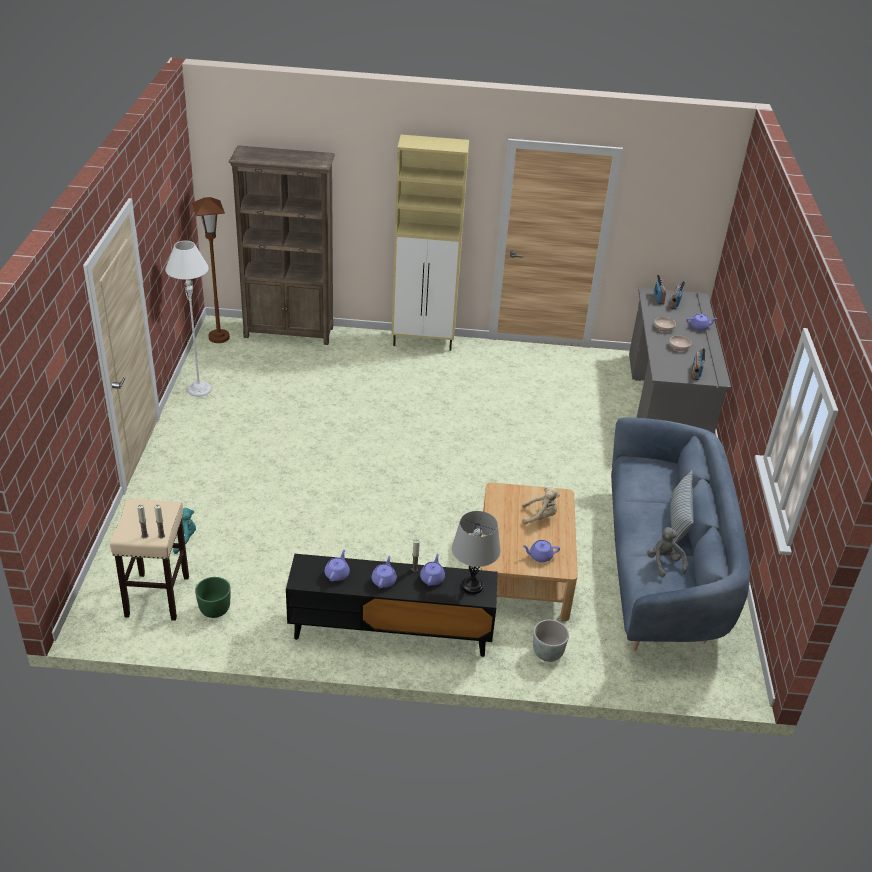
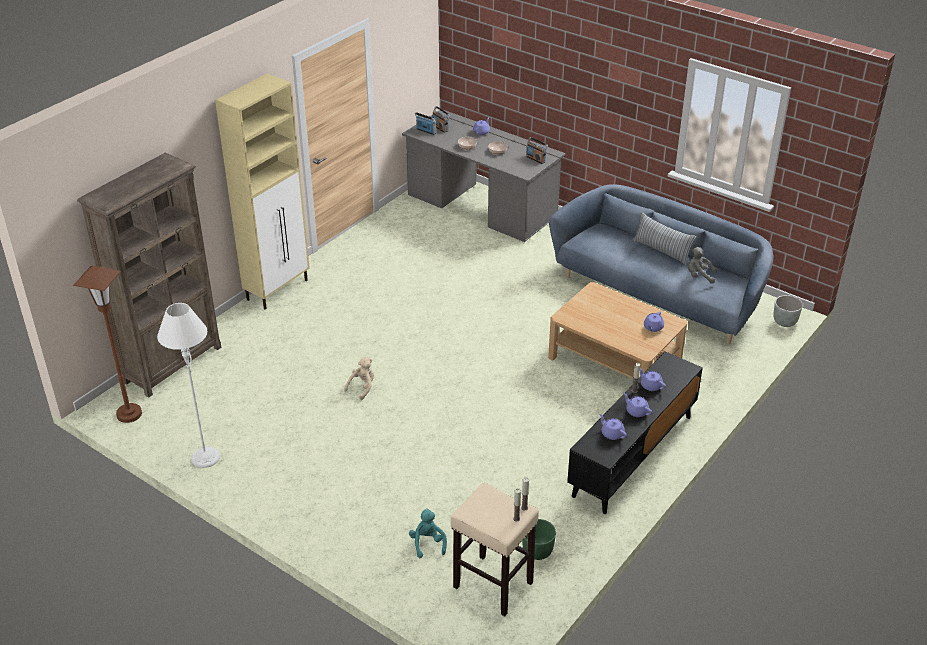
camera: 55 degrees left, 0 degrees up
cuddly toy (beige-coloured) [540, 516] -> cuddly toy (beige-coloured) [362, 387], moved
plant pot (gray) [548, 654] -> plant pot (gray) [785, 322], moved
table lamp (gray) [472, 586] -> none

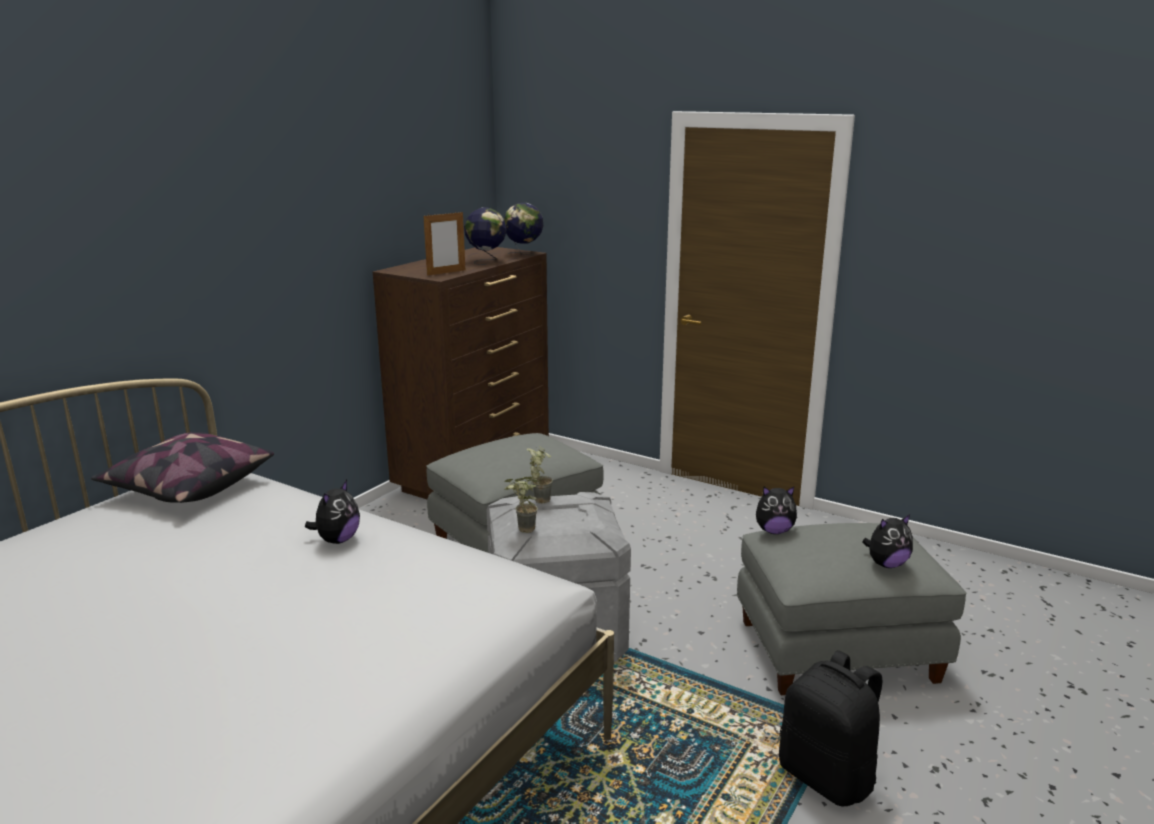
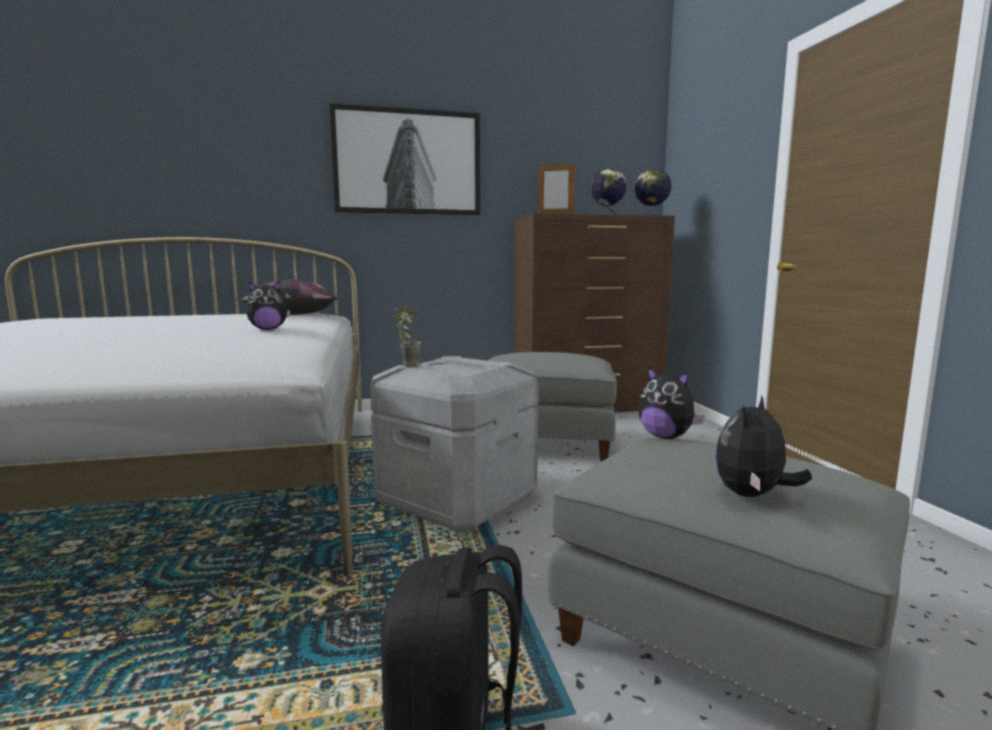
camera: 45 degrees right, 10 degrees down
none -> wall art [408, 162]
cuddly toy [886, 564] -> cuddly toy [752, 495], 105 degrees clockwise
plant in a pot [539, 498] -> none

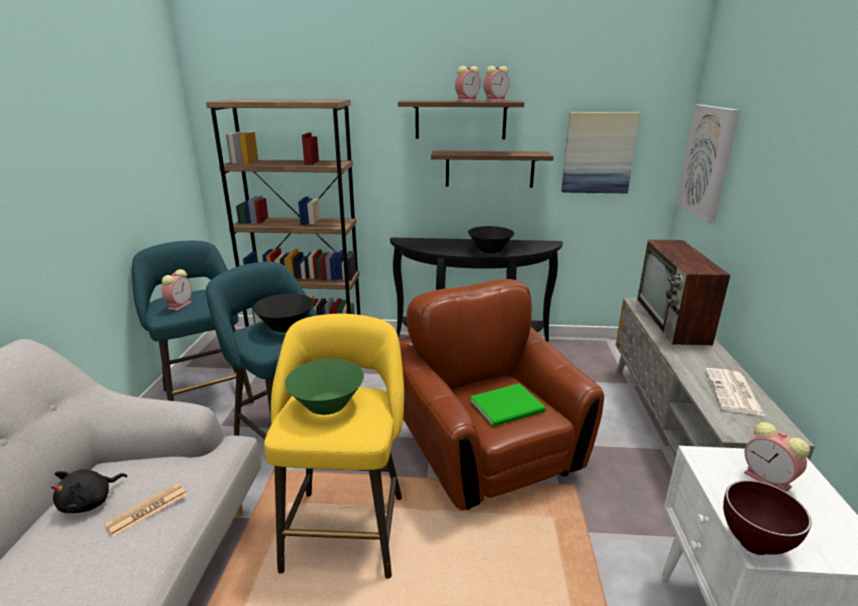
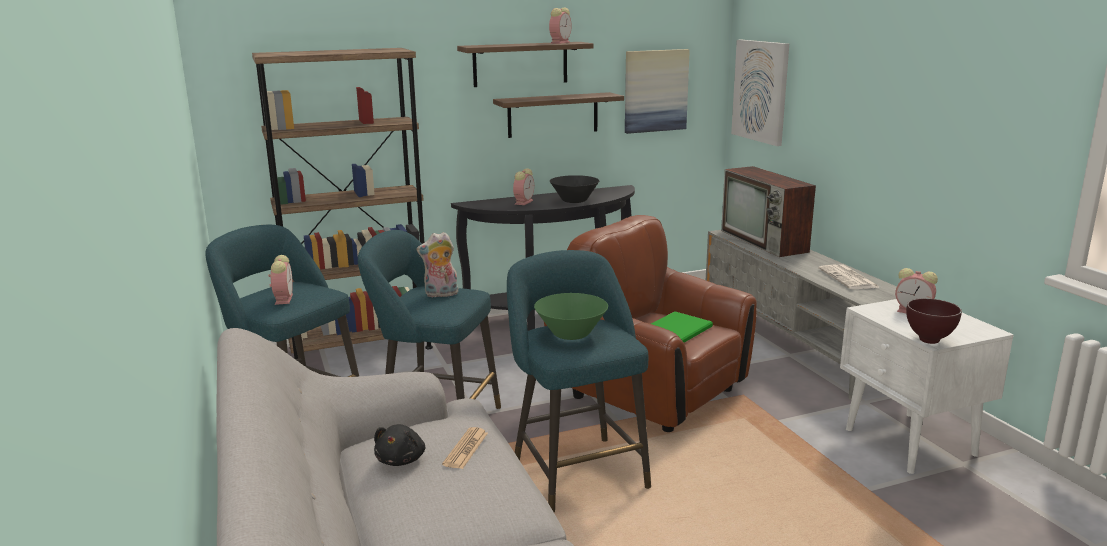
camera: 25 degrees left, 5 degrees down
deep dish (blackish) [286, 327] -> cuddly toy [440, 294]
stool seat (yellow) [346, 526] -> stool seat (turquoise) [576, 470]
alarm clock [467, 100] -> alarm clock [524, 202], moved

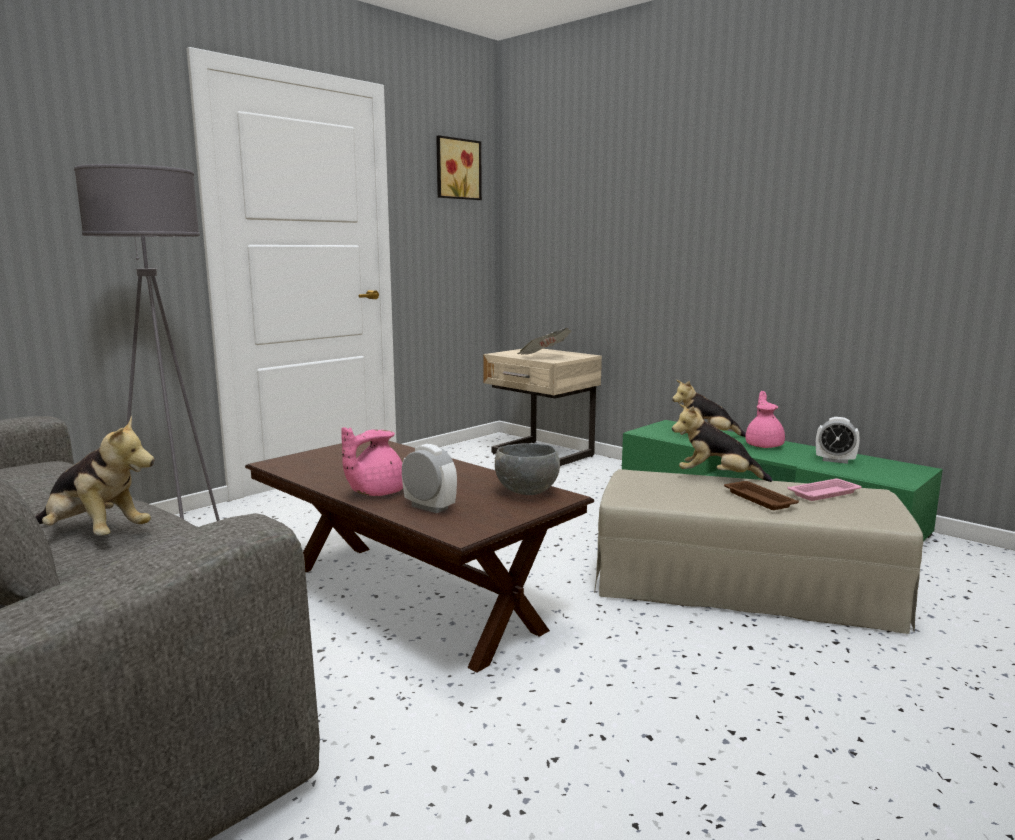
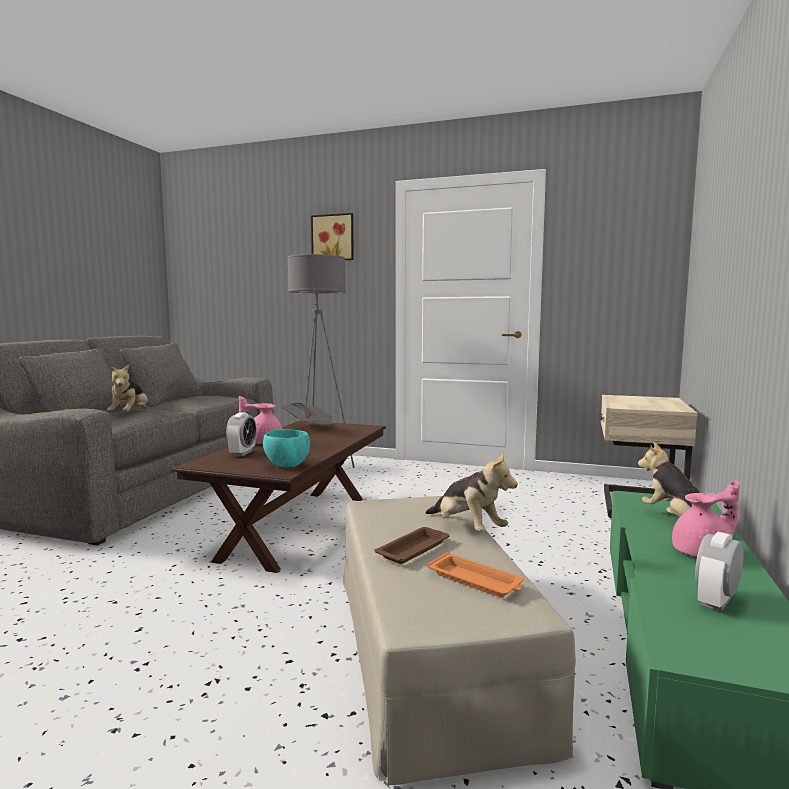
camera: 65 degrees right, 5 degrees down
deep dish (gray) [527, 492] -> deep dish (turquoise) [287, 465]
newspaper [543, 357] -> newspaper [310, 428], moved
wall art [456, 169] -> wall art [333, 238], moved
cuddly toy [716, 478] -> cuddly toy [467, 528], 150 degrees clockwise
carrying tray (pink-coloured) [825, 493] -> carrying tray (orangey) [475, 581]
alarm clock [835, 460] -> alarm clock [716, 601], 45 degrees clockwise

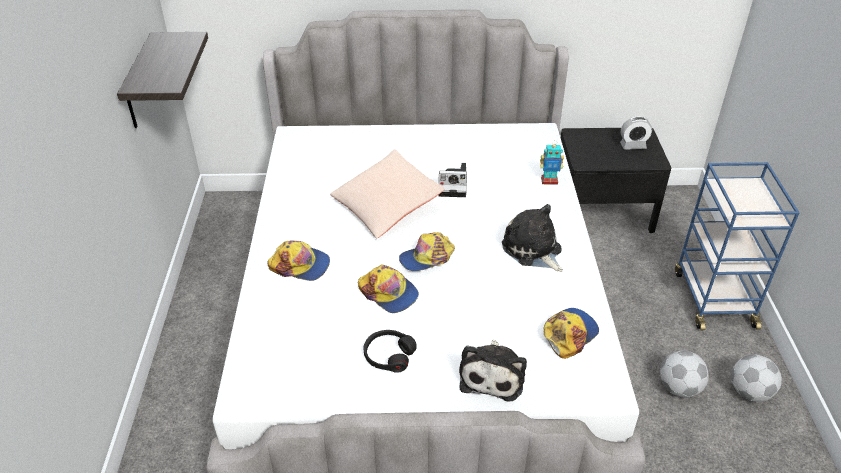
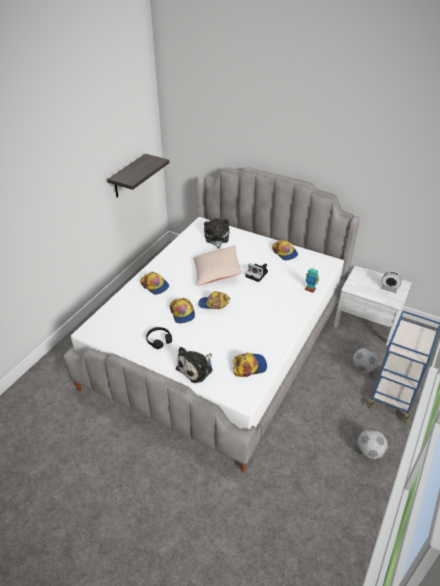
camera: 30 degrees right, 0 degrees up
cuddly toy [533, 250] -> cuddly toy [216, 238], moved
none -> peaked cap [285, 252]
night table (blackish) [602, 210] -> night table (white-coloured) [367, 322]
ball for football [679, 388] -> ball for football [363, 368], moved

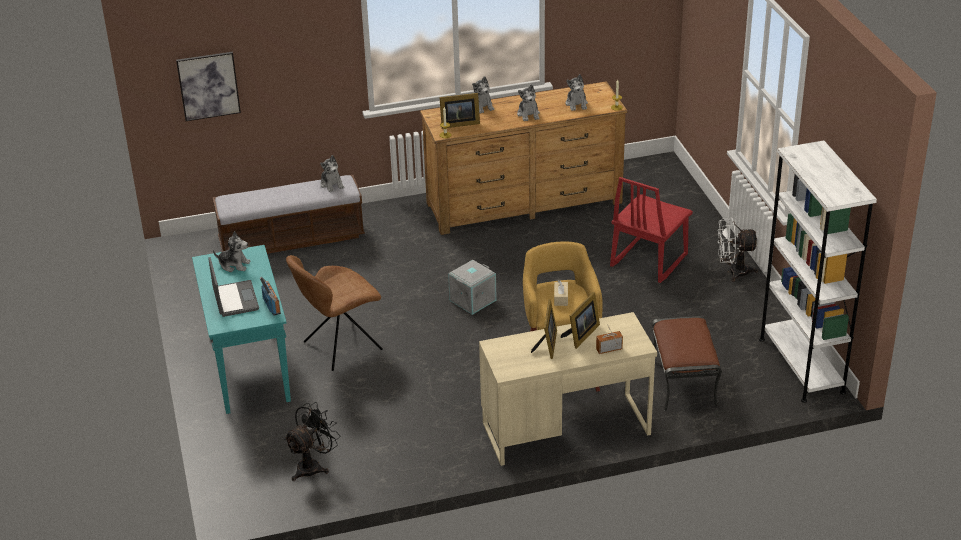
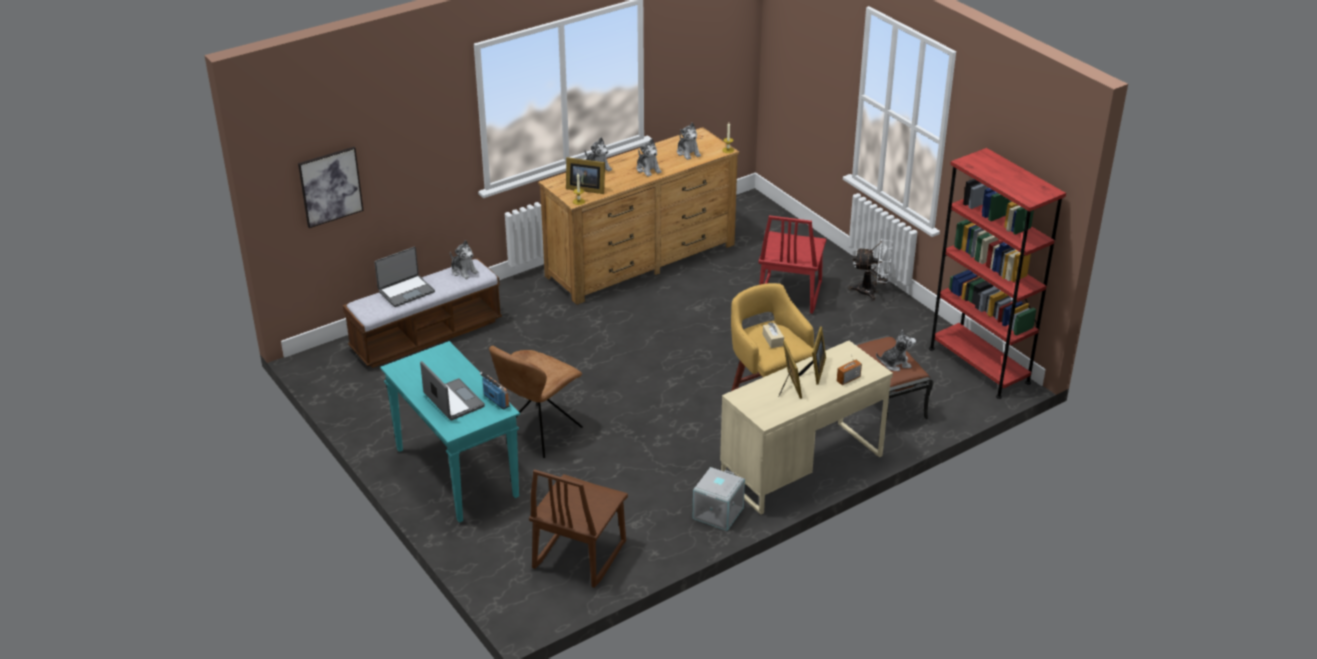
camera: 20 degrees left, 0 degrees up
none -> laptop [406, 291]
fan (blackish) [313, 466] -> plain chair (brown) [578, 555]
picture frame [458, 123] -> picture frame [585, 188], 45 degrees clockwise
storage box (gray) [472, 300] -> storage box (gray) [717, 512], moved
fan (white-coloured) [733, 272] -> fan (white-coloured) [872, 291], 150 degrees counterclockwise
cuddly toy [234, 265] -> cuddly toy [895, 364], moved
bookshelf (white-coloured) [801, 365] -> bookshelf (red) [979, 365]

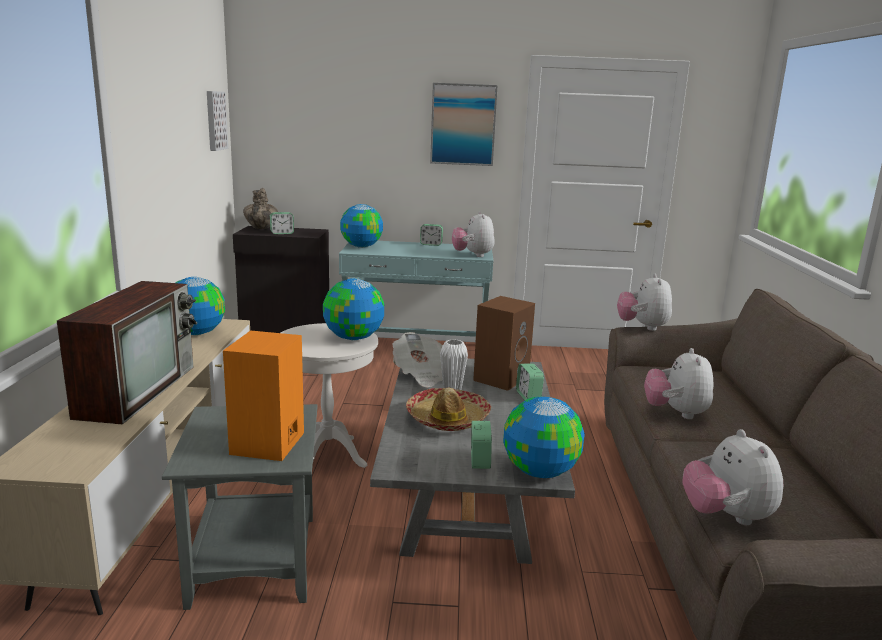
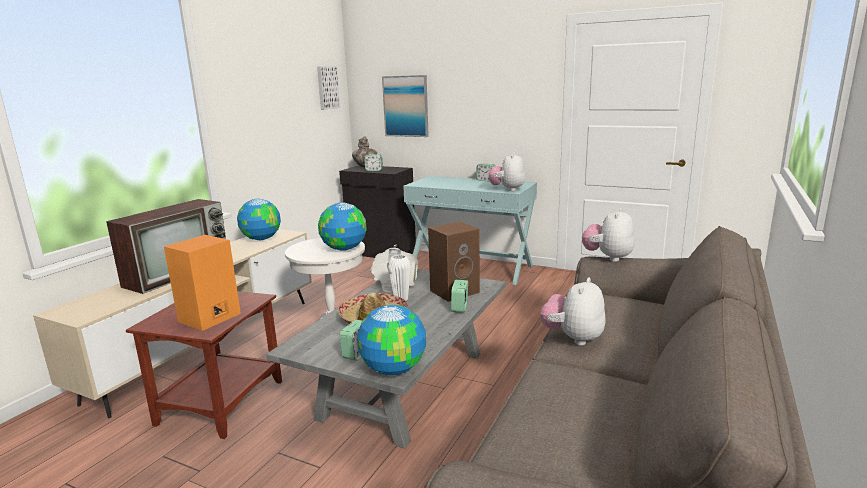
camera: 25 degrees right, 0 degrees up
end table (gray) [252, 560] -> end table (brown) [220, 402]
wall art [463, 124] -> wall art [406, 106], moved
globe [361, 246] -> none
cuddly toy [726, 517] -> none

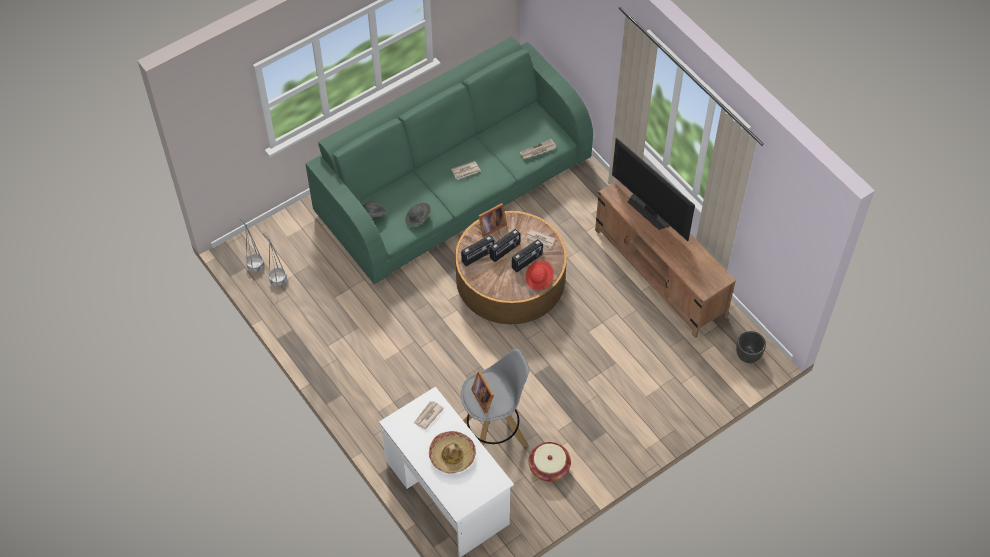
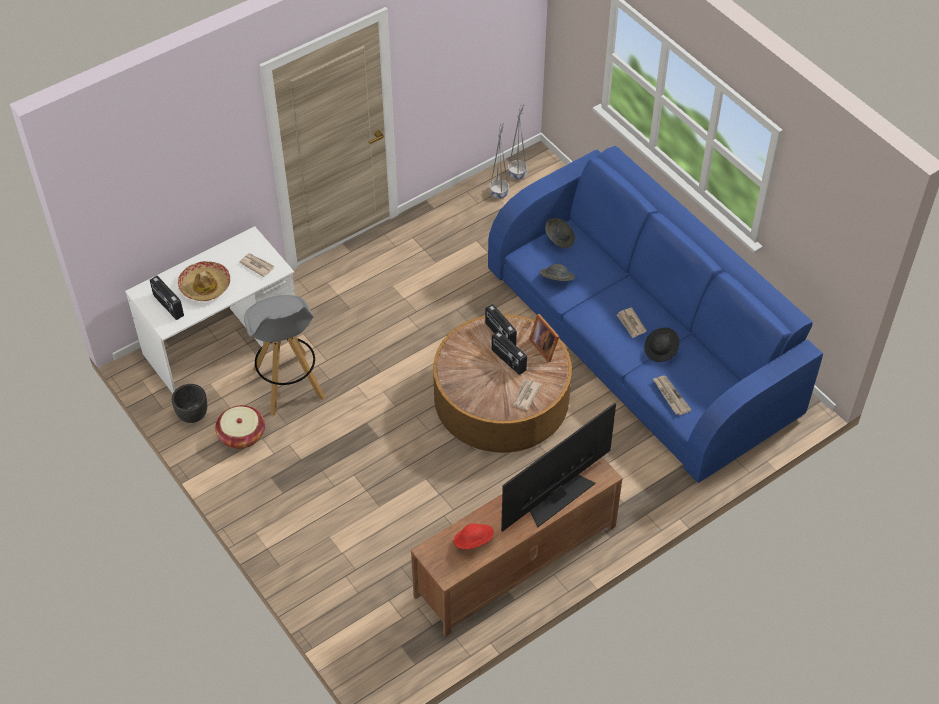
camera: 90 degrees right, 5 degrees down
radio set [527, 261] -> radio set [168, 306], moved
plant pot (blackish) [748, 356] -> plant pot (blackish) [193, 416], moved
clothing hat (red) [539, 279] -> clothing hat (red) [473, 542], moved
sofa (green) [452, 186] -> sofa (blue-coloured) [642, 342]
none -> clothing hat (blackish) [661, 350]
picture frame [484, 397] -> none

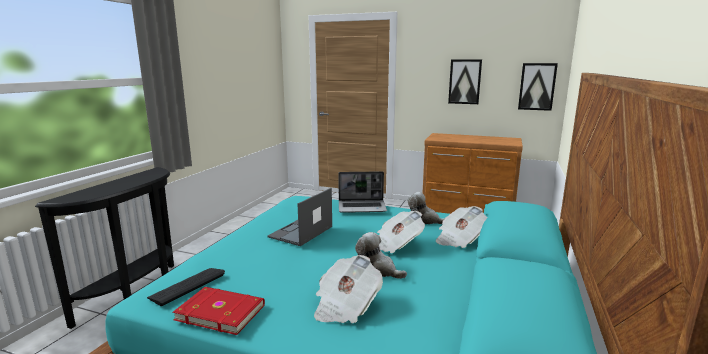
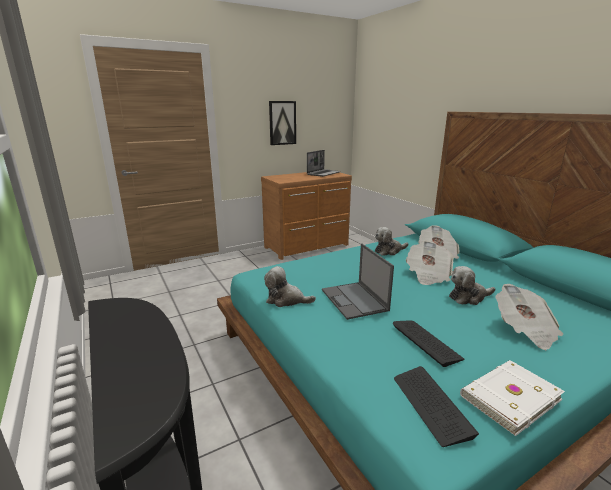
camera: 50 degrees left, 5 degrees up
none -> cuddly toy [286, 300]
laptop [362, 207] -> laptop [323, 173], moved
none -> computer keyboard [426, 342]
volume (red) [221, 311] -> volume (white-coloured) [508, 397]
wall art [537, 86] -> none

